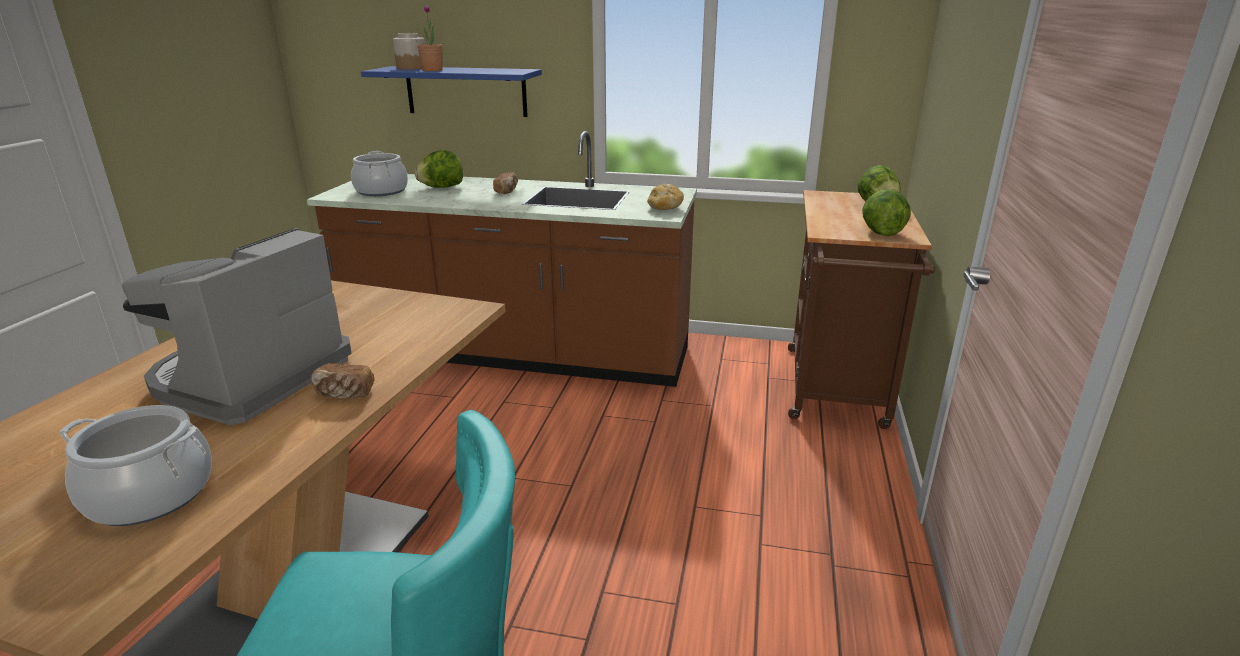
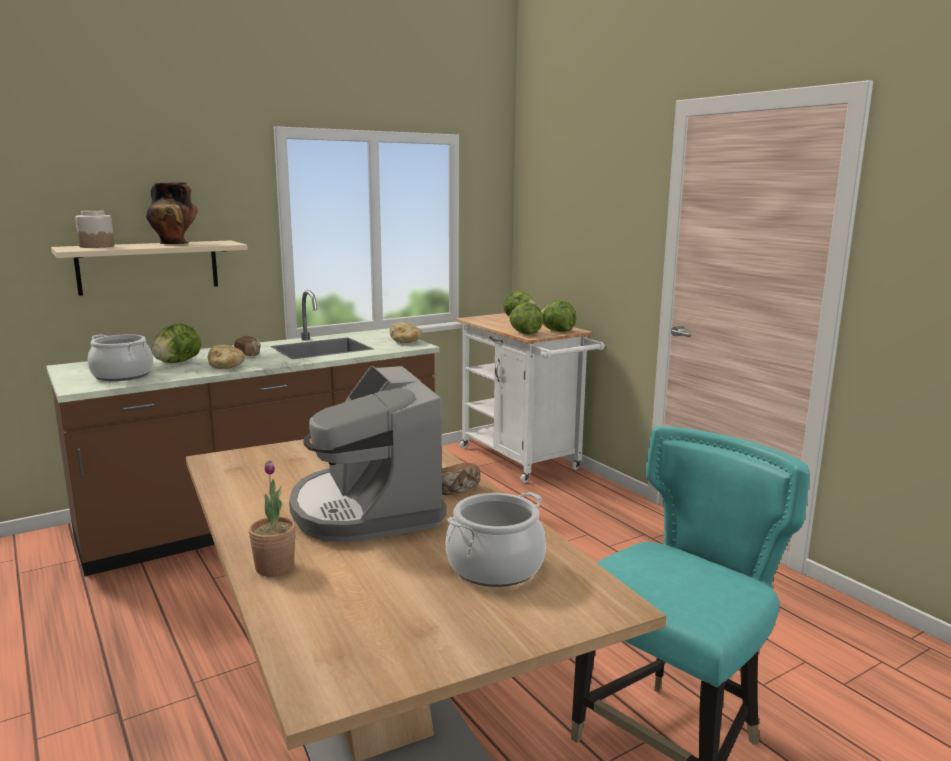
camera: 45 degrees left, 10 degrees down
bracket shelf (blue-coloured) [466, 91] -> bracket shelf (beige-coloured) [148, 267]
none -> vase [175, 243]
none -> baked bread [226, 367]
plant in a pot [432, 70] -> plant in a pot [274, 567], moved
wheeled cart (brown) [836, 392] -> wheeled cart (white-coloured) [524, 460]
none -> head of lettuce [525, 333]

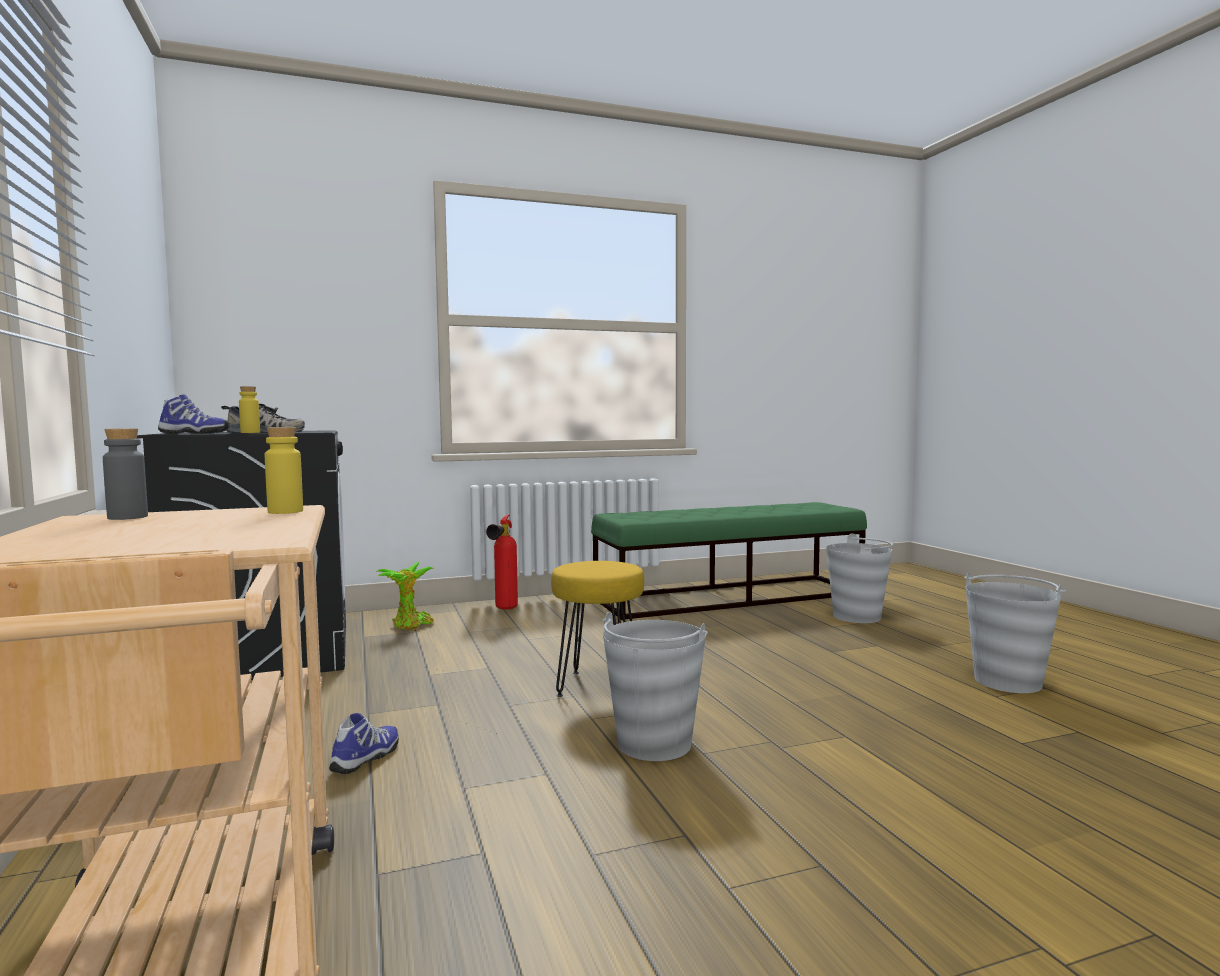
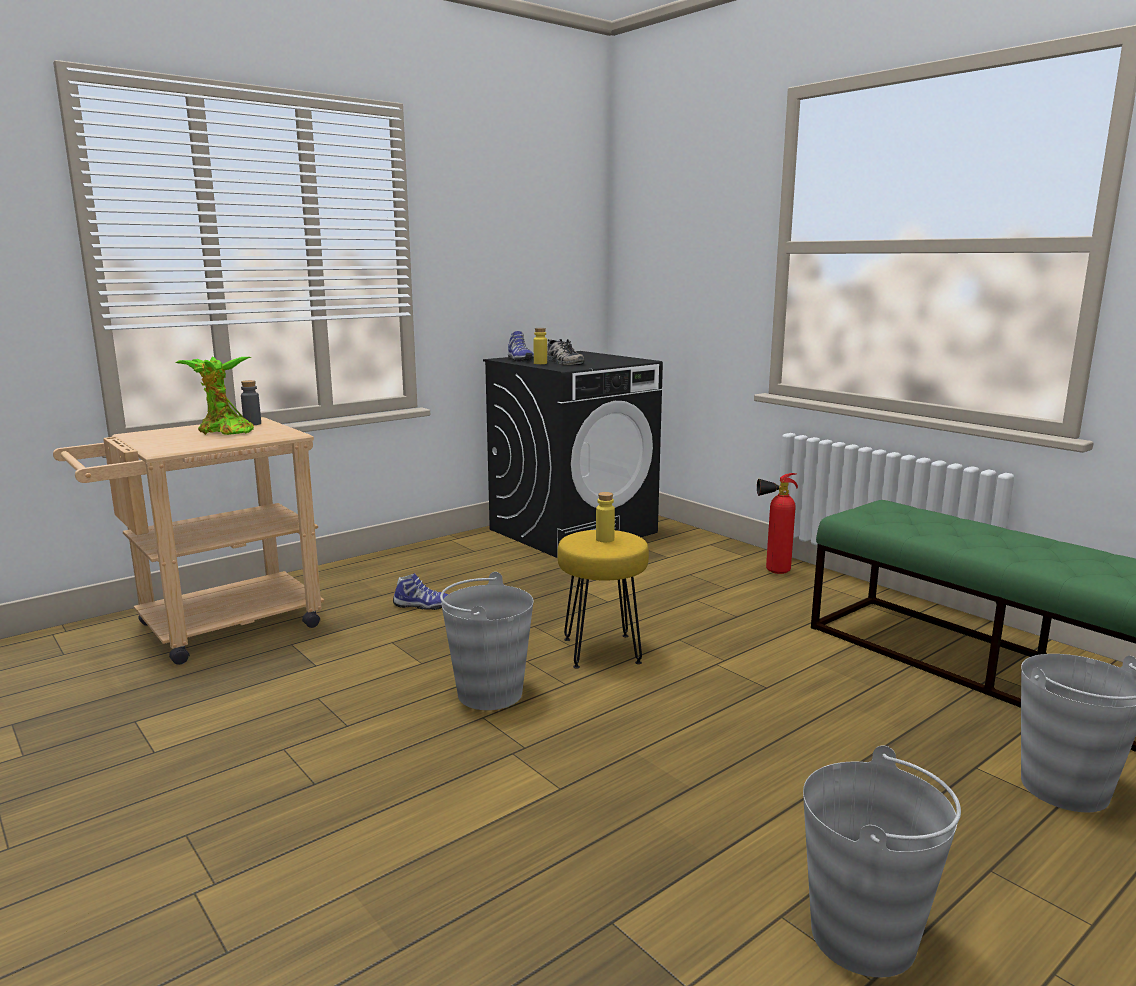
camera: 70 degrees right, 10 degrees up
plant in a pot [410, 626] -> plant in a pot [223, 432], moved
beverage bottle (yellow) [285, 511] -> beverage bottle (yellow) [605, 539], moved

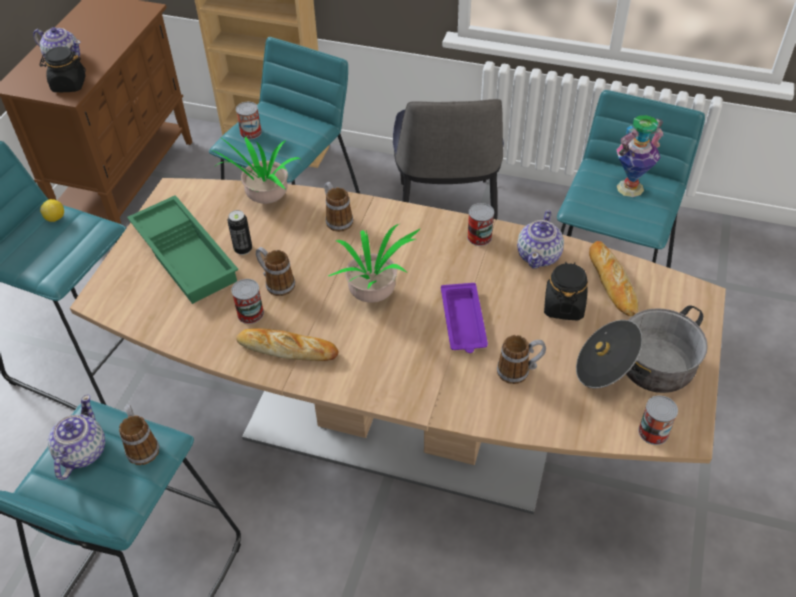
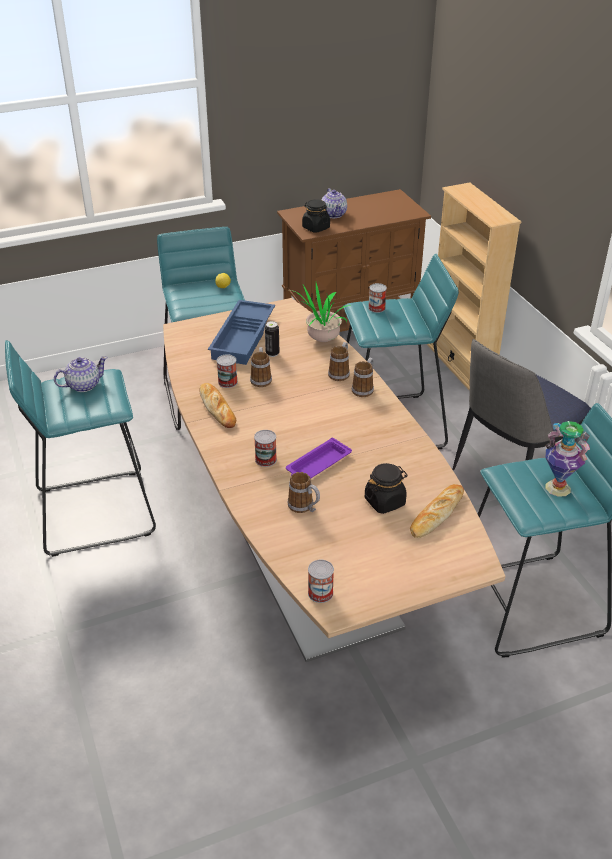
camera: 50 degrees right, 10 degrees down
carrying tray (green) [187, 255] -> carrying tray (blue-coloured) [244, 338]
metal can [479, 237] -> metal can [266, 459], moved
tea mug [141, 445] -> tea mug [364, 388], moved
plant in a pot [375, 296] -> none
pot for tea [539, 255] -> none
stockpot [637, 367] -> none

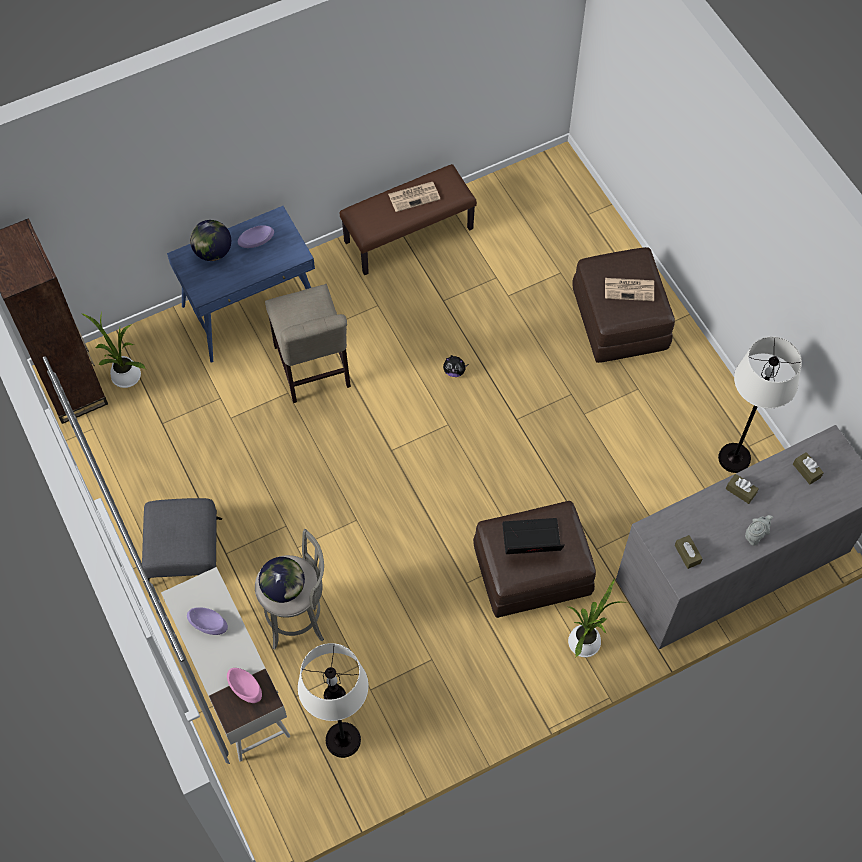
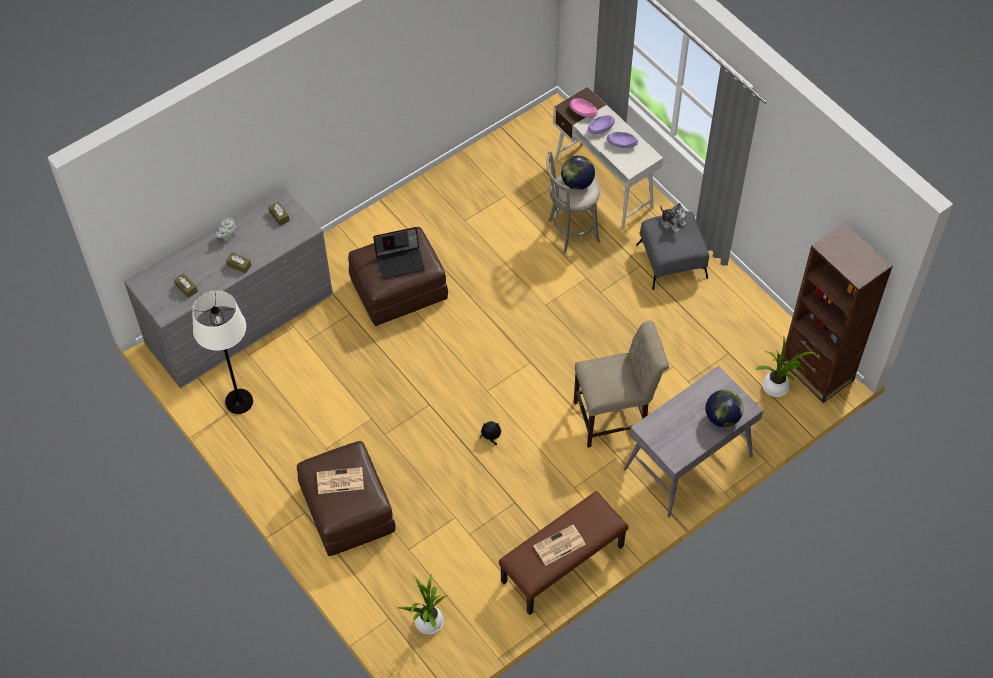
camera: 170 degrees right, 5 degrees down
plant in a pot [586, 640] -> plant in a pot [427, 623], moved
plain chair (beige-coloured) [313, 371] -> plain chair (beige-coloured) [615, 417], 105 degrees clockwise
deep dish (purple) [256, 241] -> deep dish (purple) [600, 129], moved
desk table (blue-coloured) [251, 310] -> desk table (gray) [688, 463]
none -> cuddly toy [672, 222]
floor lamp (white-coloured) [342, 740] -> none

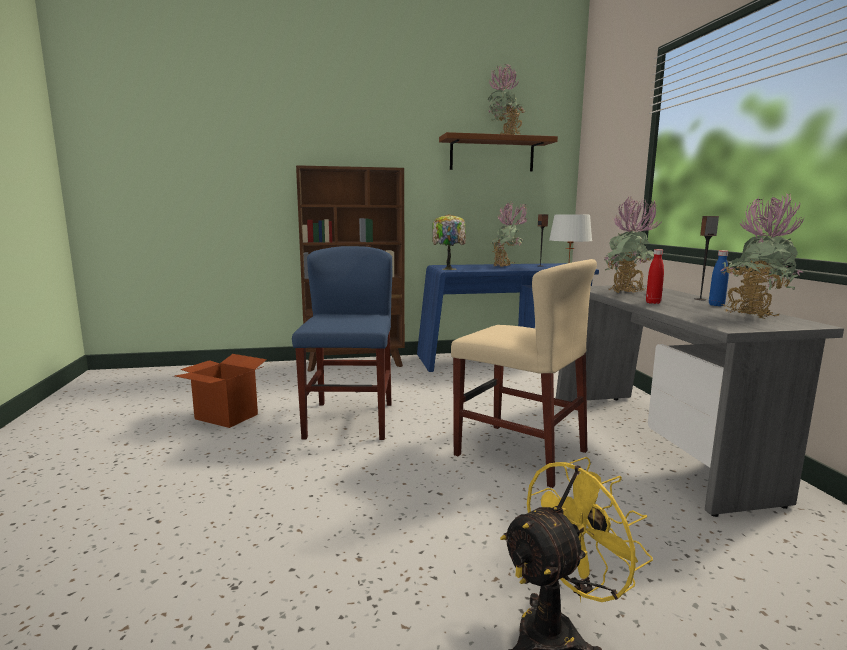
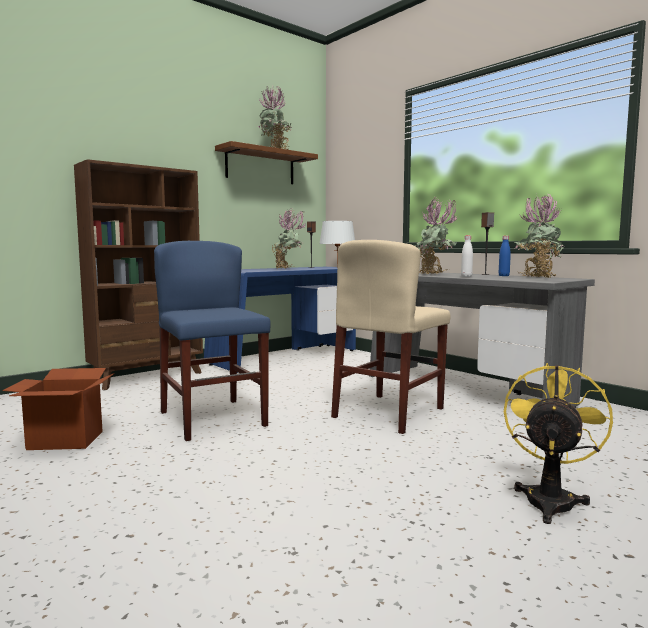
camera: 30 degrees left, 5 degrees down
plain chair (beige-coloured) [520, 453] -> plain chair (beige-coloured) [389, 412], 120 degrees clockwise
beverage bottle (red) [653, 303] -> beverage bottle (white-coloured) [466, 276]
table lamp [448, 268] -> none

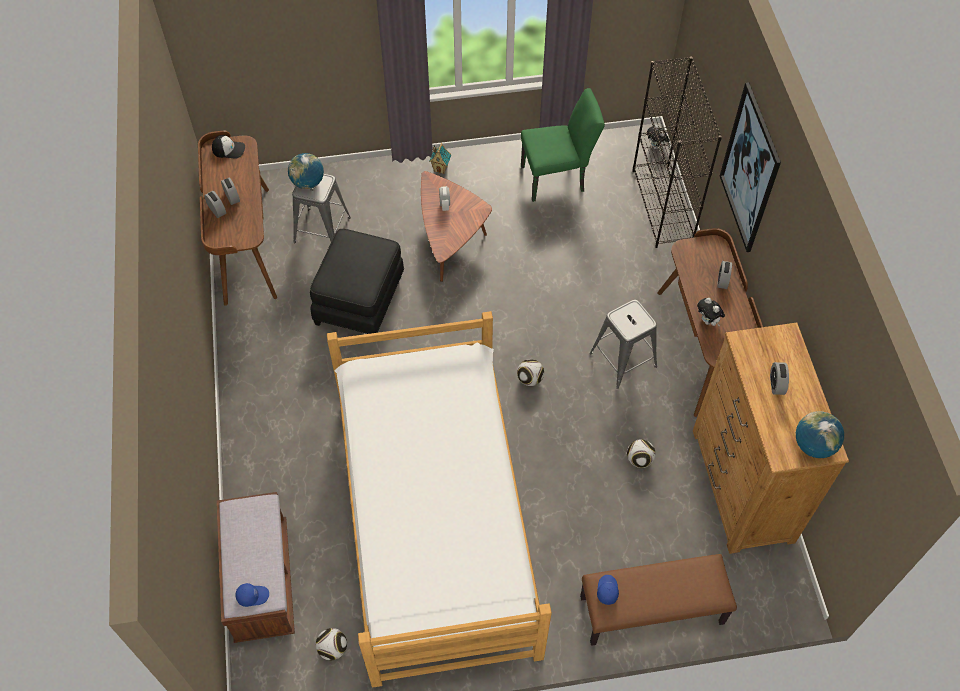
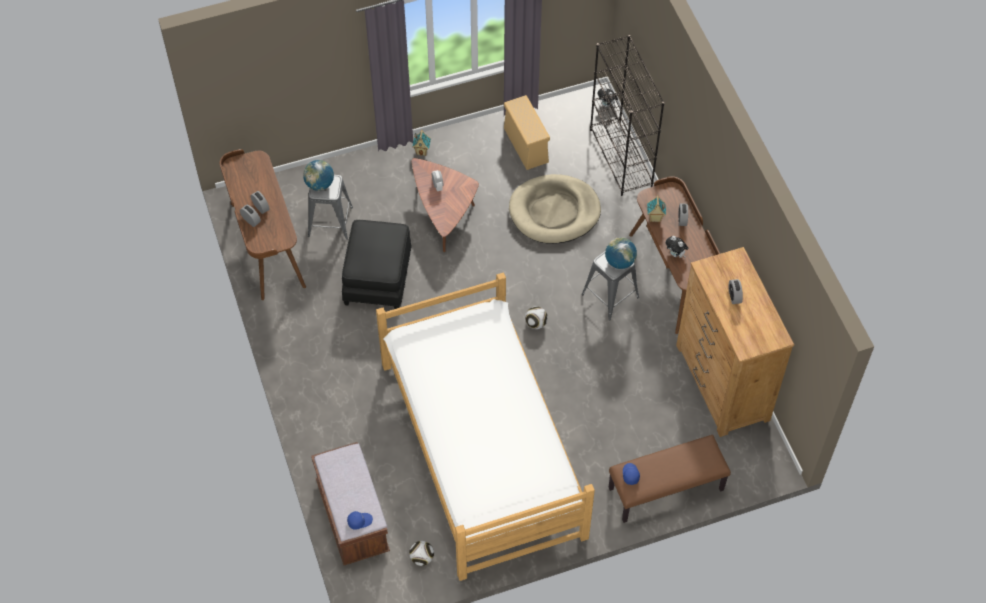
camera: 10 degrees left, 0 degrees up
plain chair (green) [558, 178] -> storage box (beige-coloured) [526, 146]
none -> dog cushion (beige-coloured) [554, 211]
globe [813, 445] -> globe [619, 262], moved
none -> model house [655, 218]
peaked cap [229, 149] -> none
ball for football [639, 459] -> none
wall art [749, 169] -> none

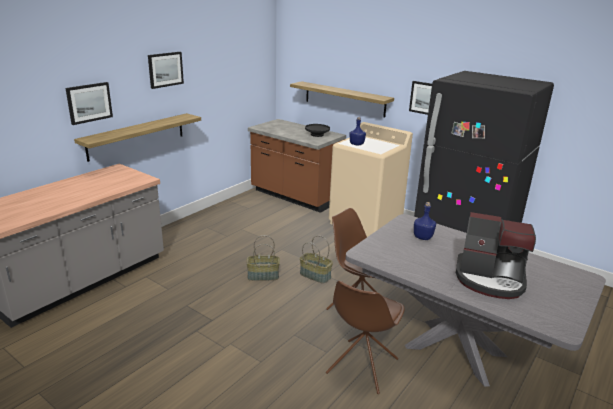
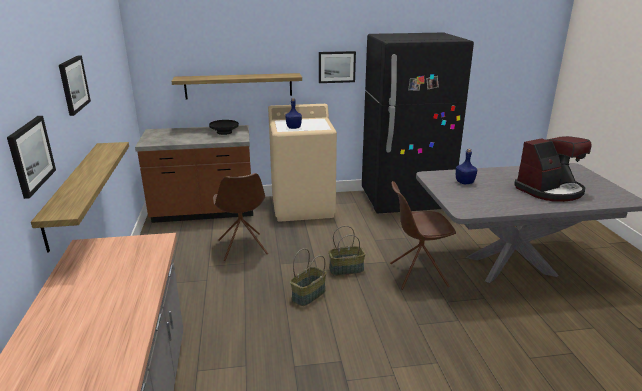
camera: 45 degrees left, 0 degrees up
plain chair (brown) [361, 367] -> plain chair (brown) [242, 247], moved

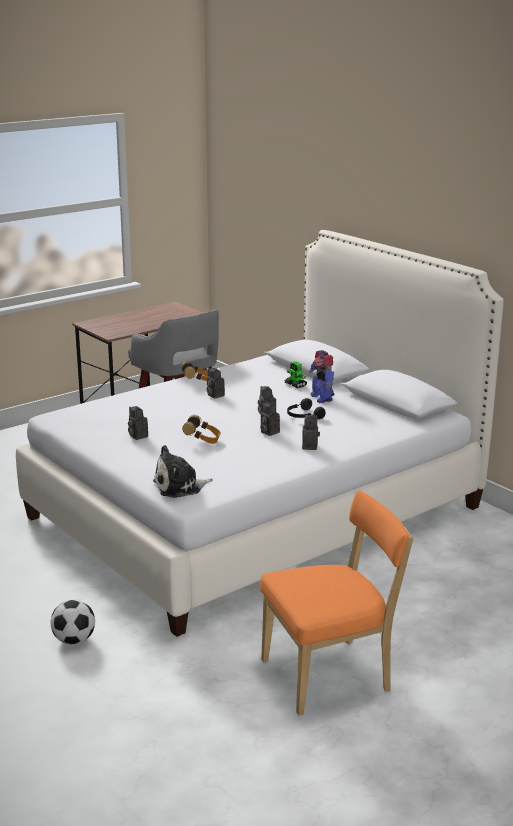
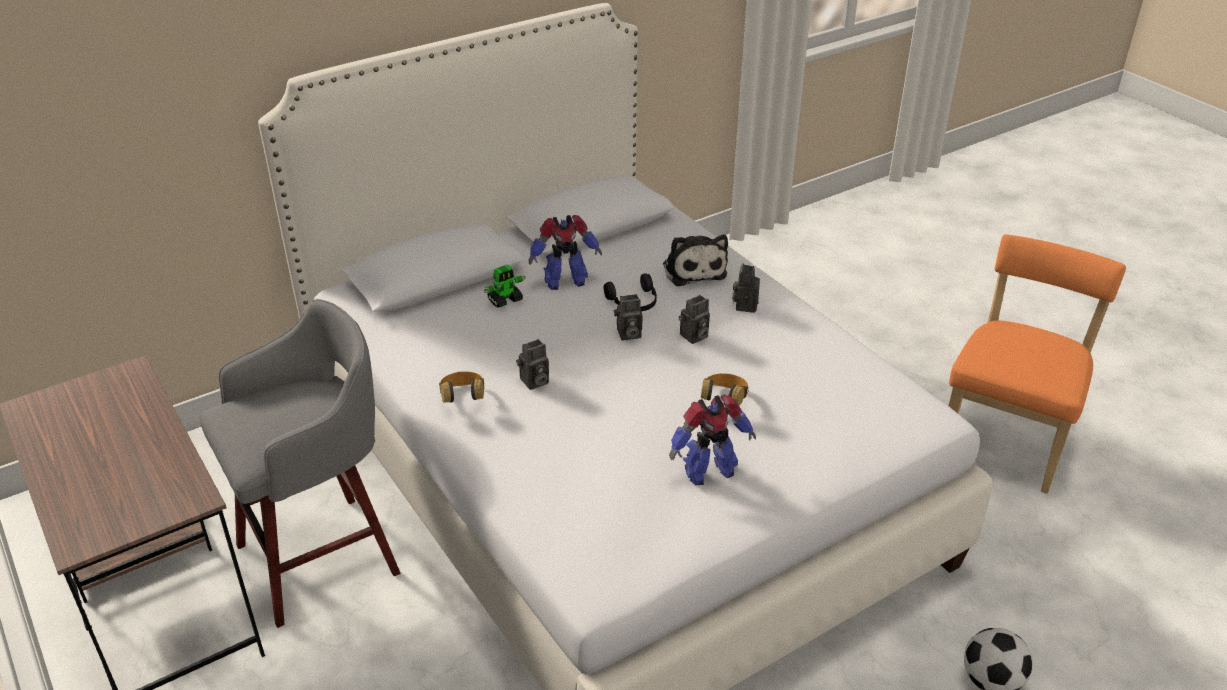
camera: 85 degrees left, 15 degrees up
cuddly toy [180, 487] -> cuddly toy [693, 269], moved
still camera [137, 436] -> model robot [708, 471]
plain chair (orangey) [331, 675] -> plain chair (orangey) [1007, 438], 45 degrees clockwise

